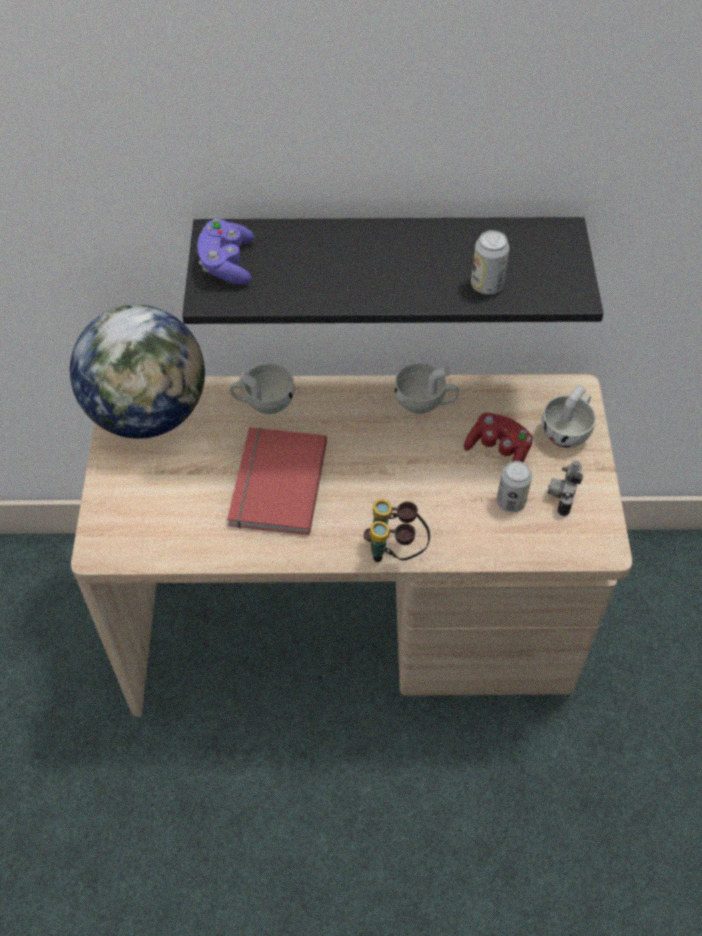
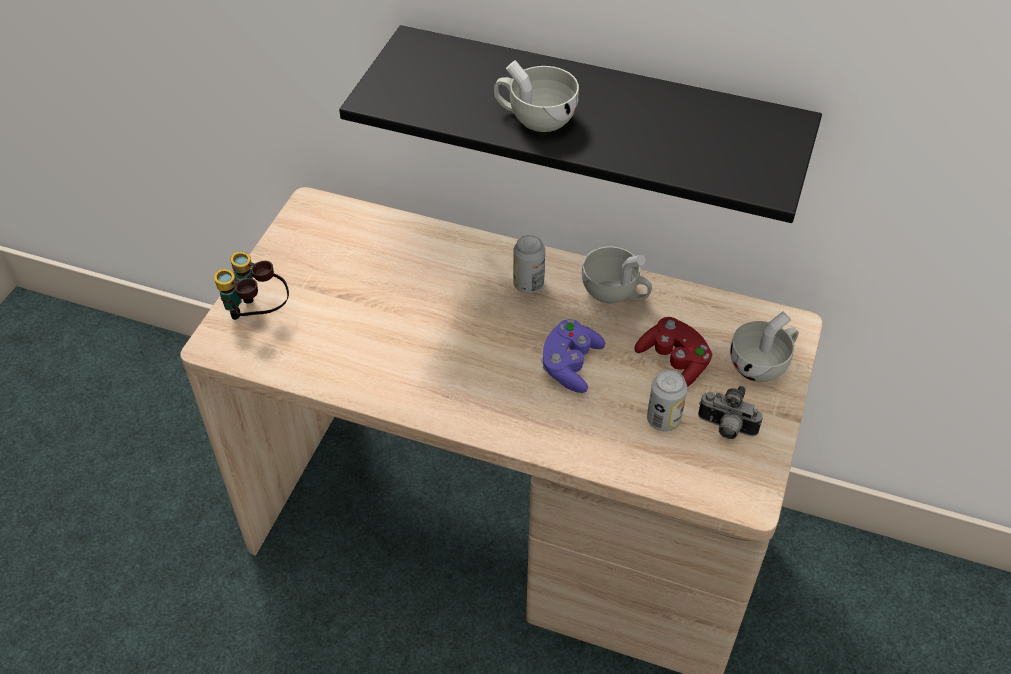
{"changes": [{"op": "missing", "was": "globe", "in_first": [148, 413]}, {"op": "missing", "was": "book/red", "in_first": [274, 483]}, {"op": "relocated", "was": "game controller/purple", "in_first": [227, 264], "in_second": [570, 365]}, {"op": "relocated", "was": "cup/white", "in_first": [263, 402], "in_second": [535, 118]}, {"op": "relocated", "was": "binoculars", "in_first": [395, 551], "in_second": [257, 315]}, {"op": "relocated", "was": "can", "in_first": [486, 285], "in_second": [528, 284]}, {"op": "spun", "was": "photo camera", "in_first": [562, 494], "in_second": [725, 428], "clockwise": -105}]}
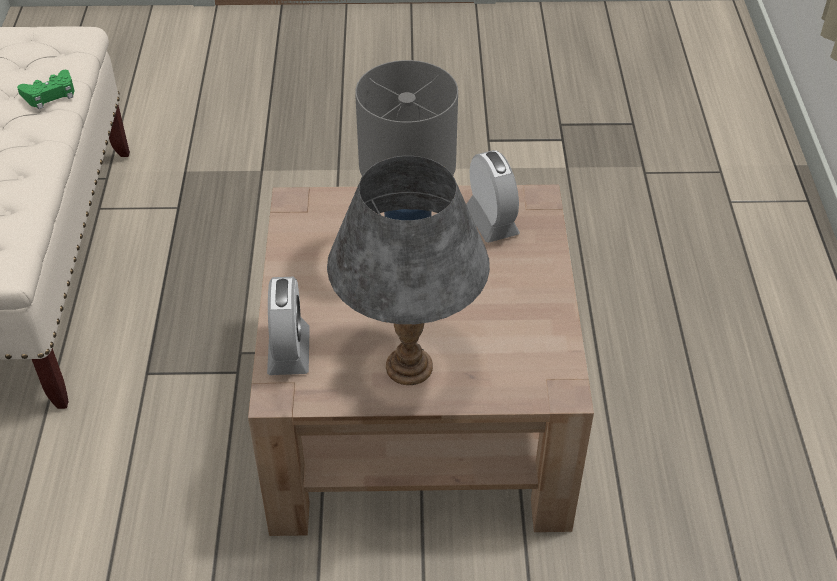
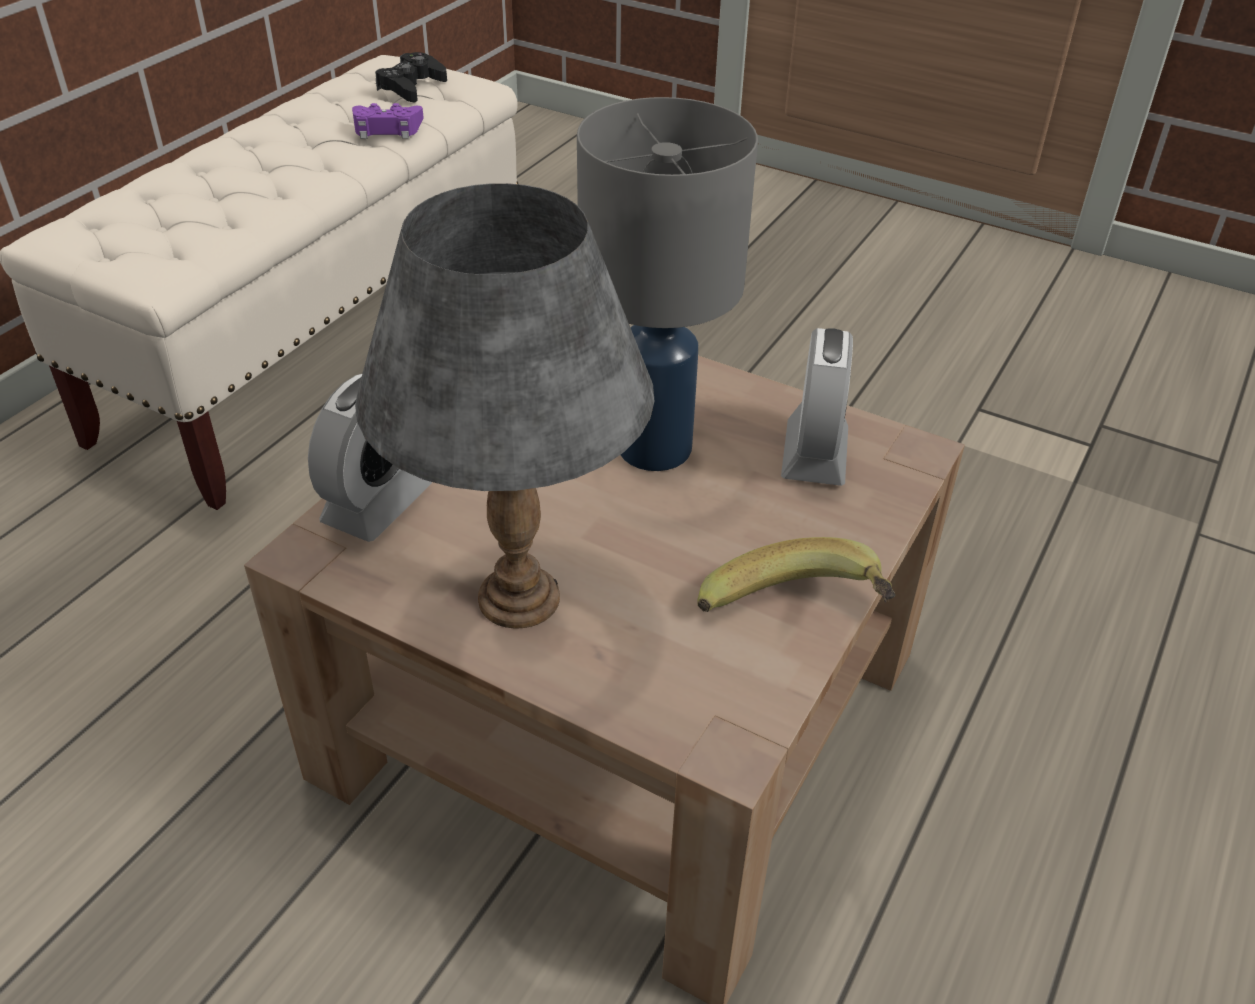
{"changes": [{"op": "appeared", "now": "game controller/black", "in_second": [411, 87]}, {"op": "appeared", "now": "banana", "in_second": [796, 620]}, {"op": "colour", "was": "game controller/green", "now": "game controller/purple", "in_first": [50, 94], "in_second": [387, 129]}]}
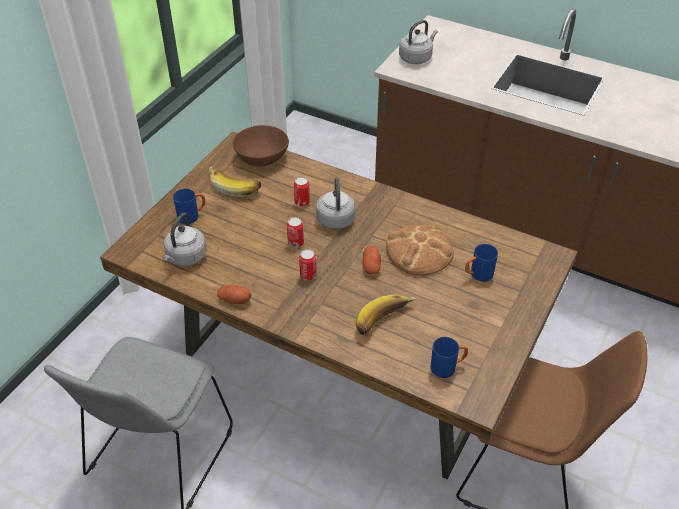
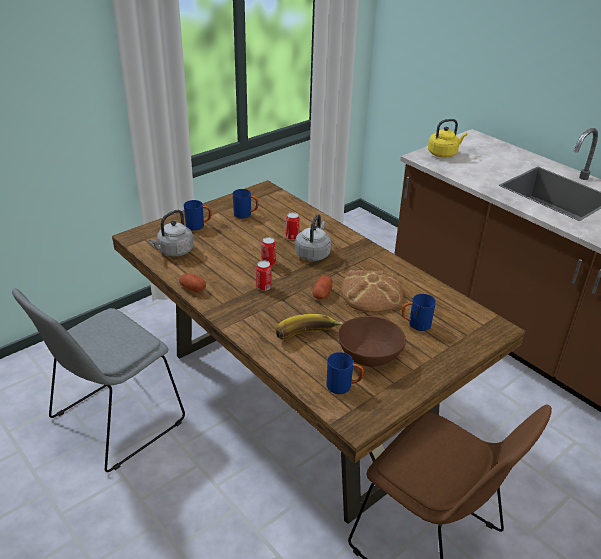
{"changes": [{"op": "relocated", "was": "bowl/brown", "in_first": [261, 157], "in_second": [369, 354]}, {"op": "exchanged", "was": "banana", "now": "mug/blue", "in_first": [236, 186], "in_second": [246, 215]}, {"op": "colour", "was": "kettle/grey", "now": "kettle/yellow", "in_first": [416, 58], "in_second": [443, 153]}]}
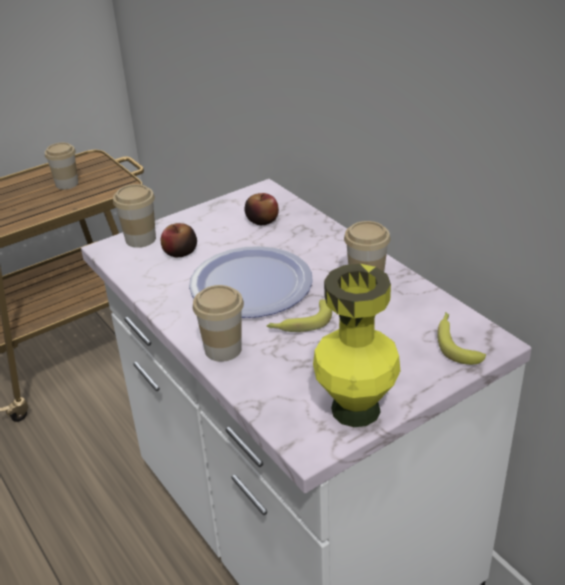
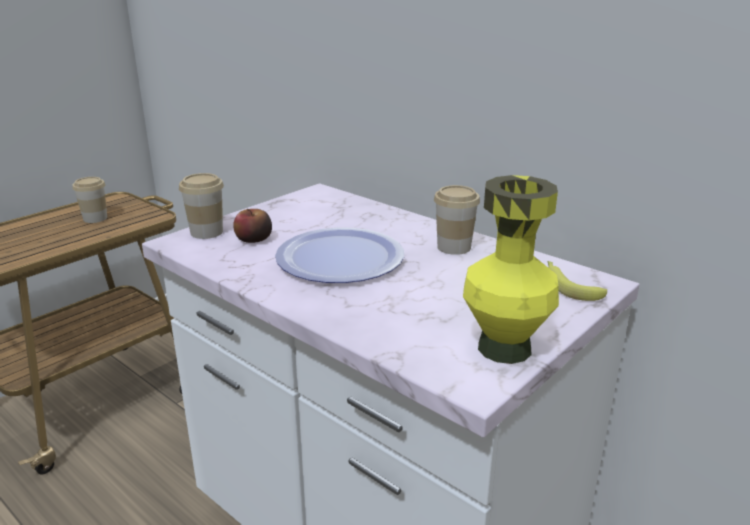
{"changes": [{"op": "missing", "was": "cup", "in_first": [223, 349]}, {"op": "missing", "was": "apple", "in_first": [262, 220]}, {"op": "missing", "was": "banana", "in_first": [300, 323]}]}
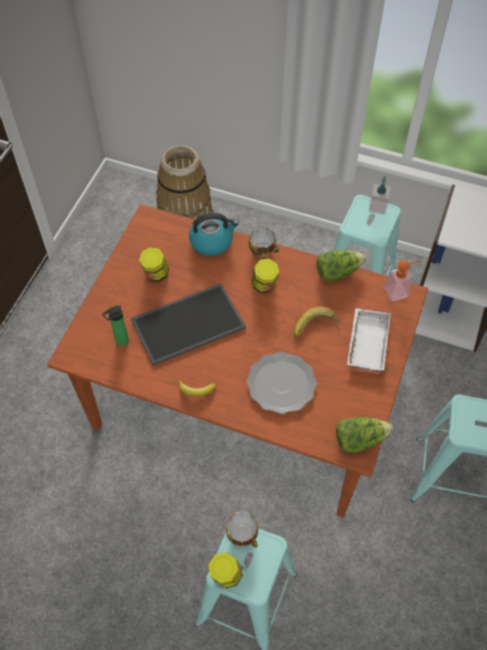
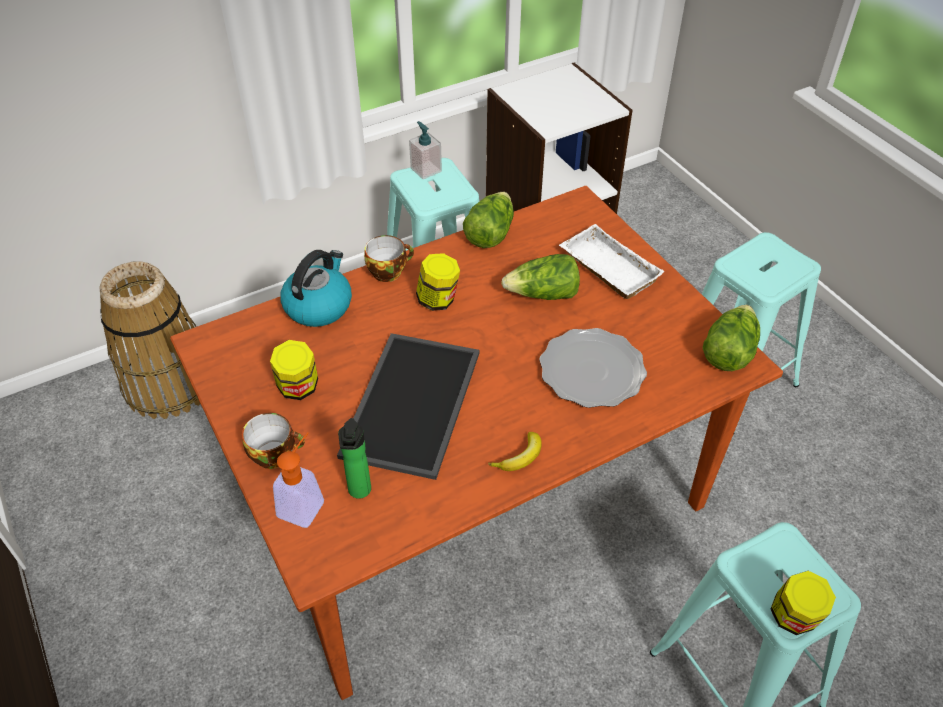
{"changes": [{"op": "relocated", "was": "cup", "in_first": [244, 535], "in_second": [275, 454]}, {"op": "relocated", "was": "soap dispenser", "in_first": [400, 291], "in_second": [305, 503]}, {"op": "exchanged", "was": "banana", "now": "lettuce", "in_first": [315, 327], "in_second": [543, 295]}]}
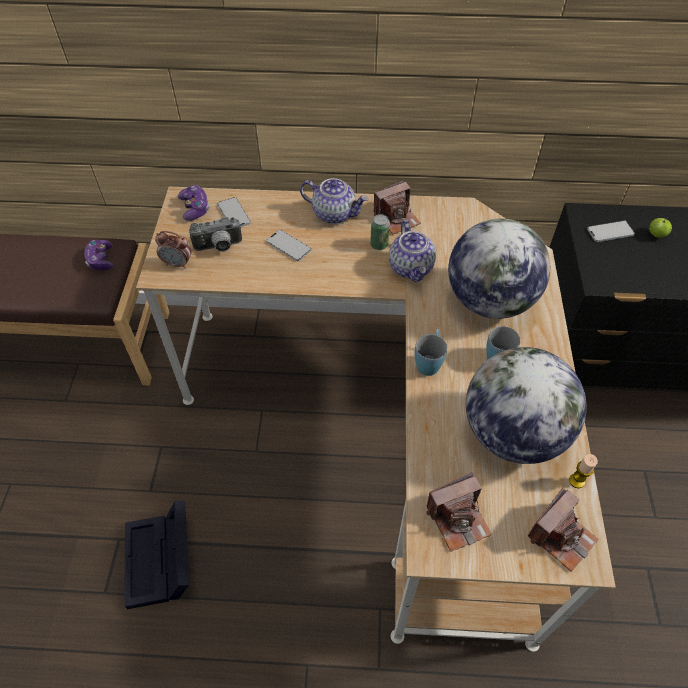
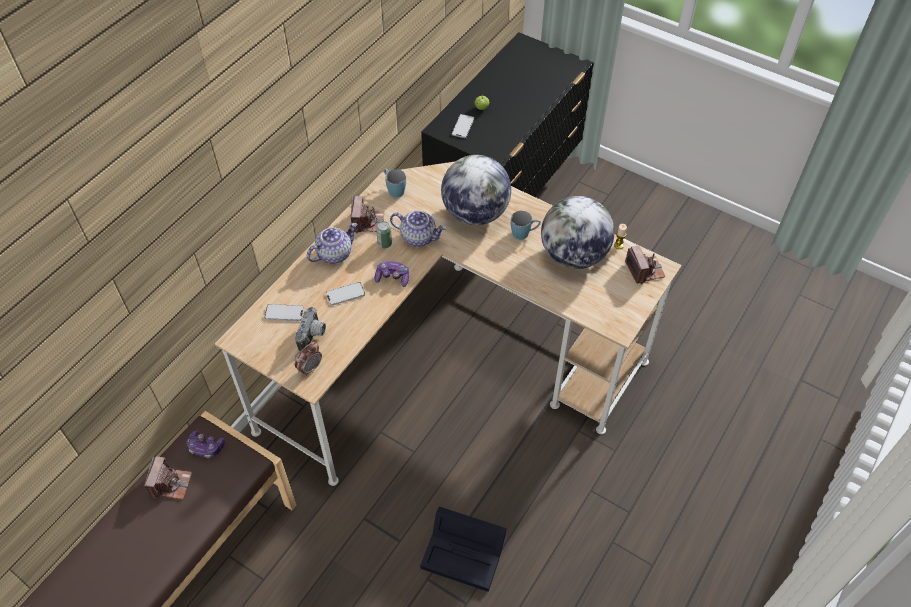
{"changes": [{"op": "relocated", "was": "game controller", "in_first": [195, 208], "in_second": [393, 278]}, {"op": "relocated", "was": "mug/blue", "in_first": [429, 361], "in_second": [394, 189]}, {"op": "relocated", "was": "photo camera", "in_first": [458, 519], "in_second": [171, 483]}]}
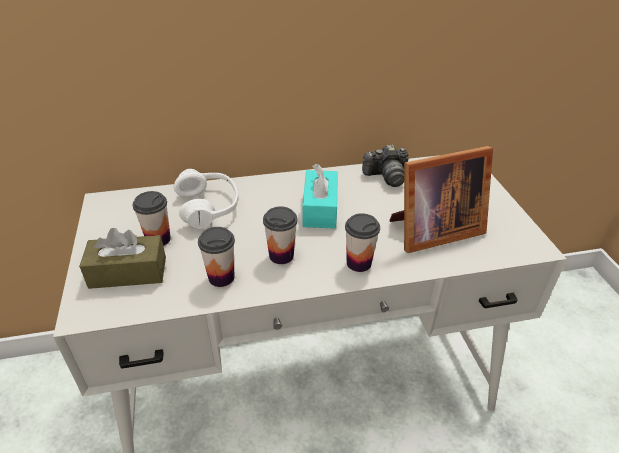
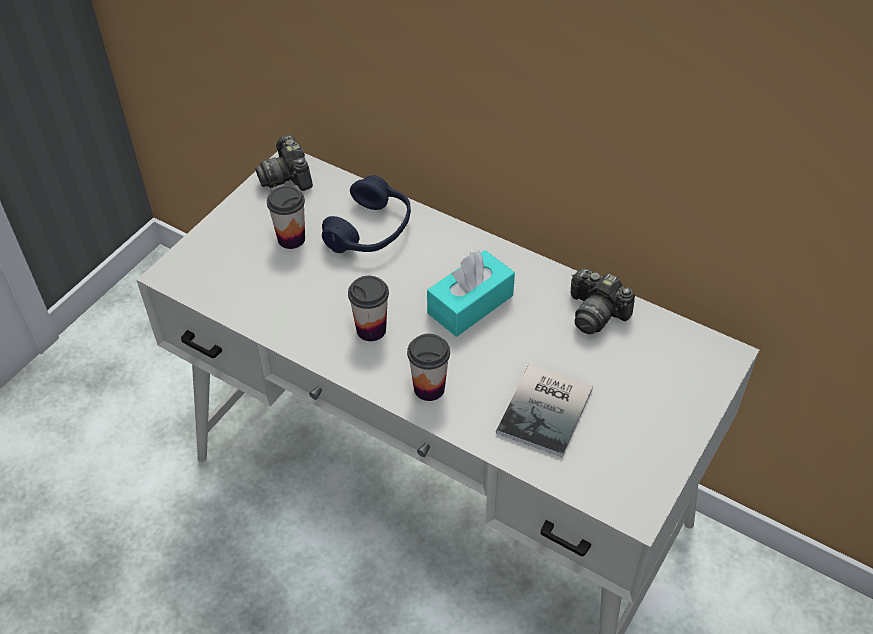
{"changes": [{"op": "missing", "was": "tissue box/brown", "in_first": [128, 272]}, {"op": "missing", "was": "cup", "in_first": [221, 277]}, {"op": "appeared", "now": "photo camera", "in_second": [287, 177]}, {"op": "exchanged", "was": "picture frame", "now": "book", "in_first": [432, 231], "in_second": [548, 410]}, {"op": "colour", "was": "headphones/white", "now": "headphones/blue", "in_first": [208, 207], "in_second": [370, 230]}]}
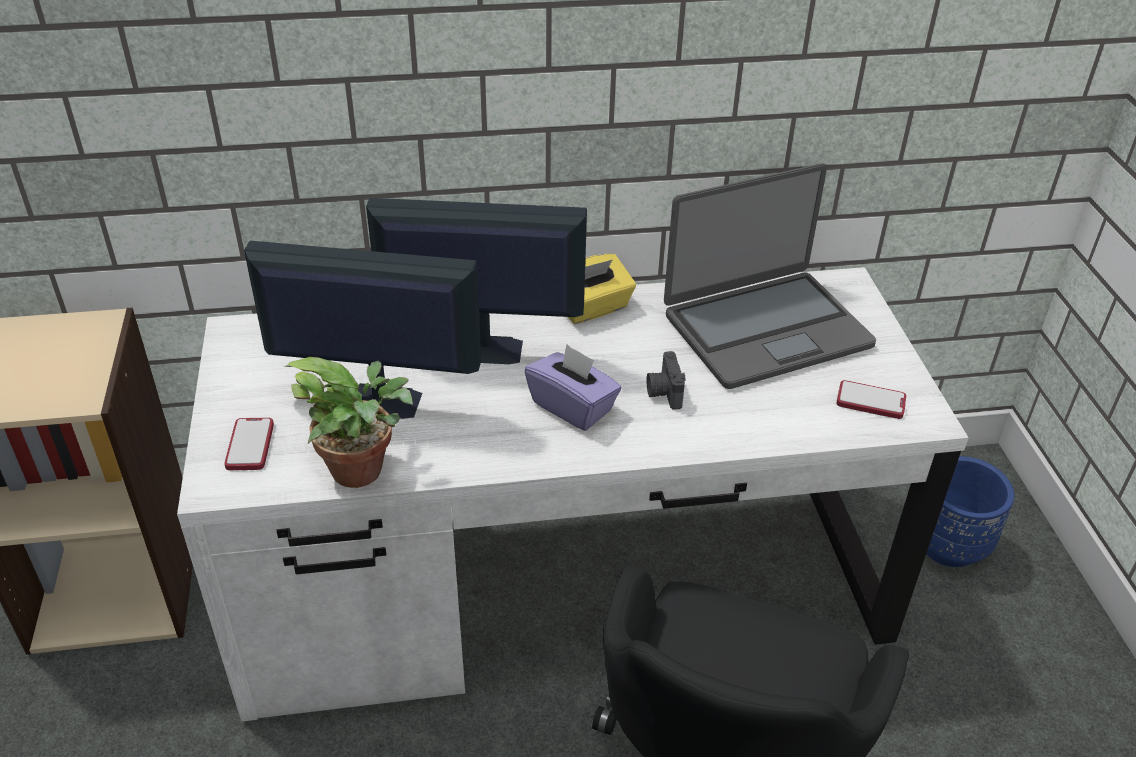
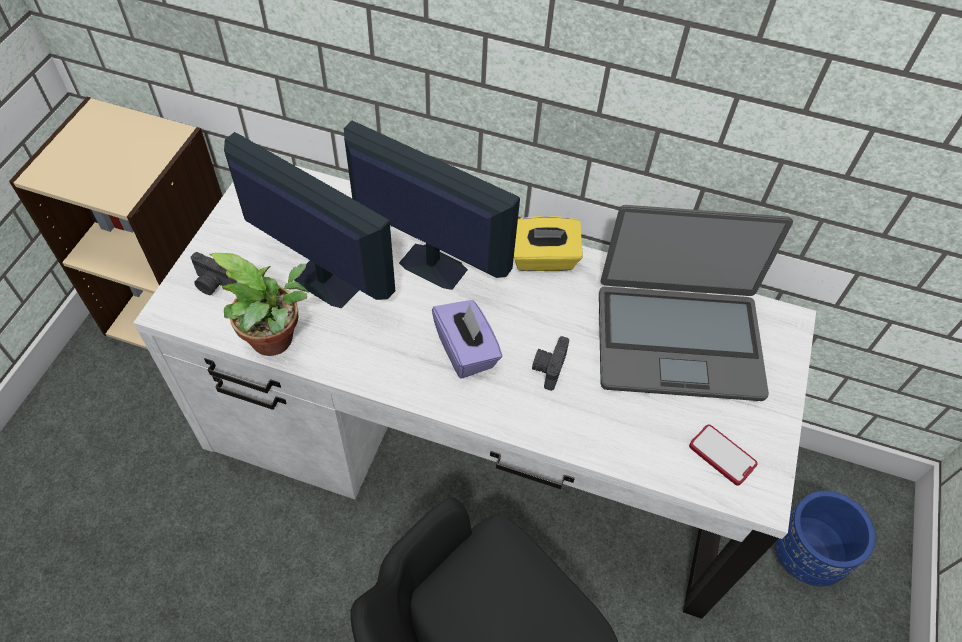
{"changes": [{"op": "exchanged", "was": "phone", "now": "photo camera", "in_first": [250, 445], "in_second": [213, 284]}]}
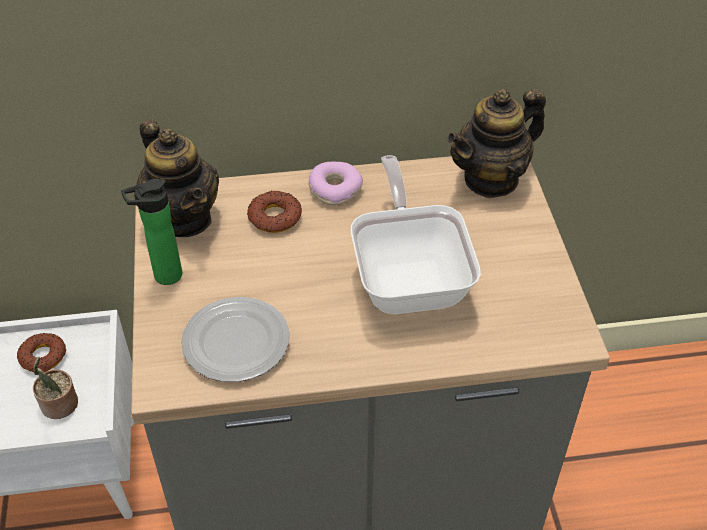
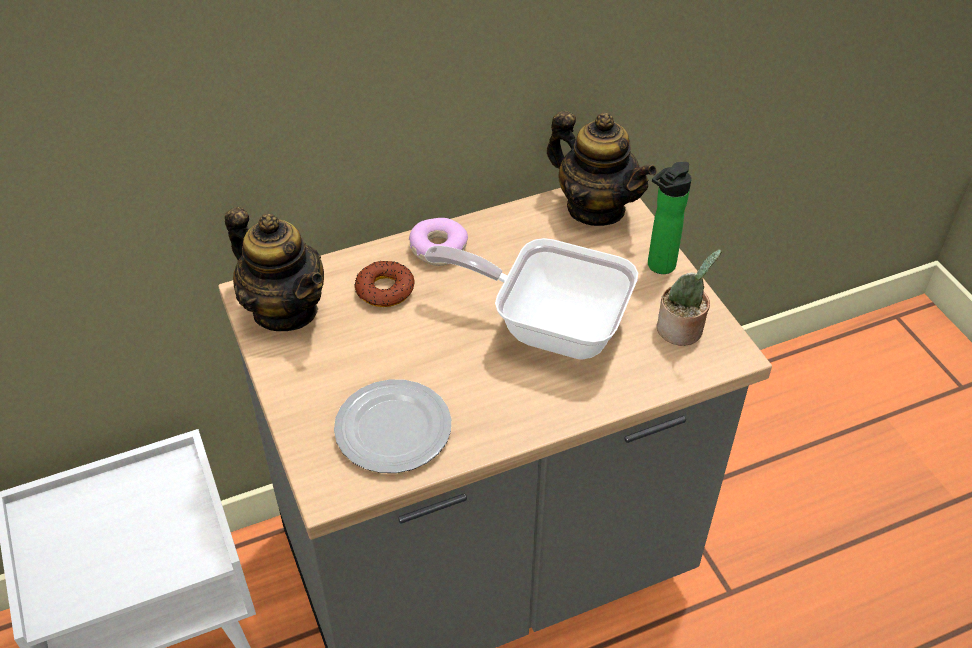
{"changes": [{"op": "missing", "was": "donut", "in_first": [43, 356]}, {"op": "relocated", "was": "potted plant", "in_first": [59, 406], "in_second": [682, 331]}, {"op": "relocated", "was": "bottle", "in_first": [163, 276], "in_second": [658, 267]}, {"op": "spun", "was": "frying pan", "in_first": [409, 277], "in_second": [549, 325], "clockwise": -45}, {"op": "spun", "was": "teapot", "in_first": [491, 179], "in_second": [595, 208], "clockwise": -90}]}
